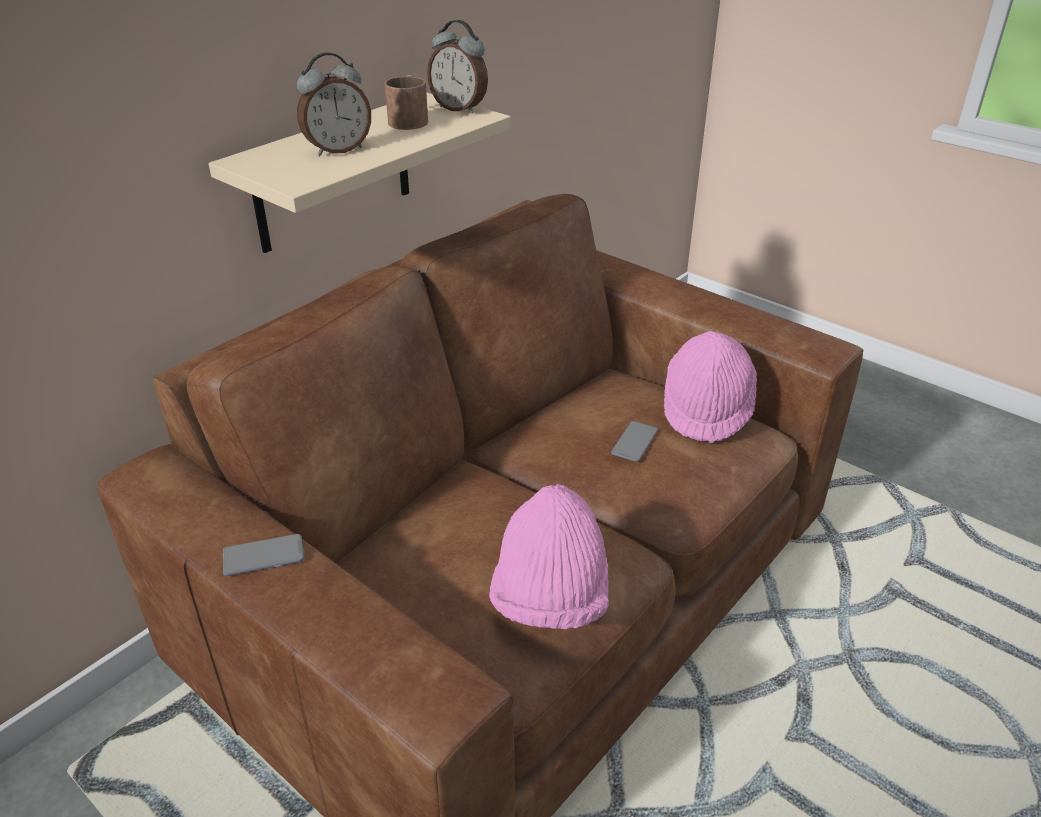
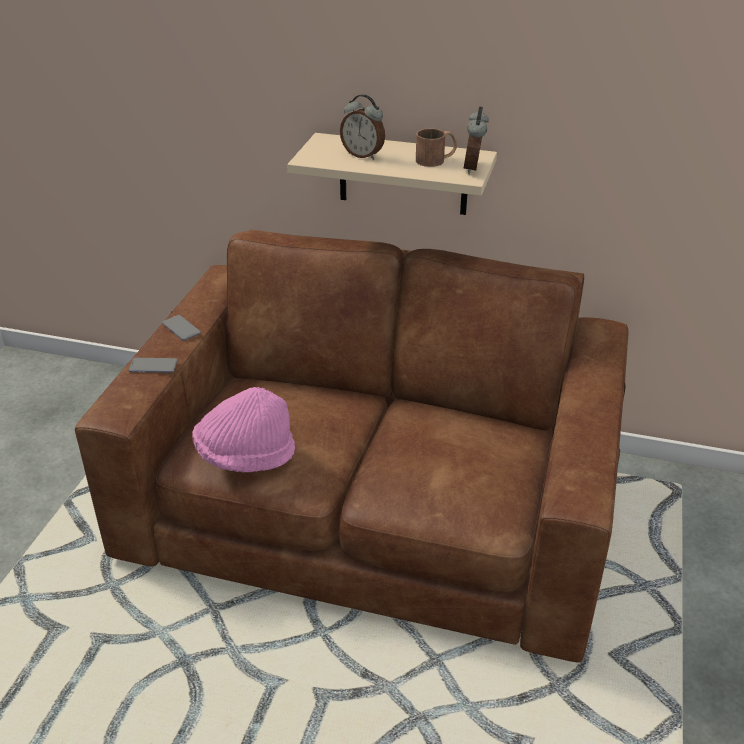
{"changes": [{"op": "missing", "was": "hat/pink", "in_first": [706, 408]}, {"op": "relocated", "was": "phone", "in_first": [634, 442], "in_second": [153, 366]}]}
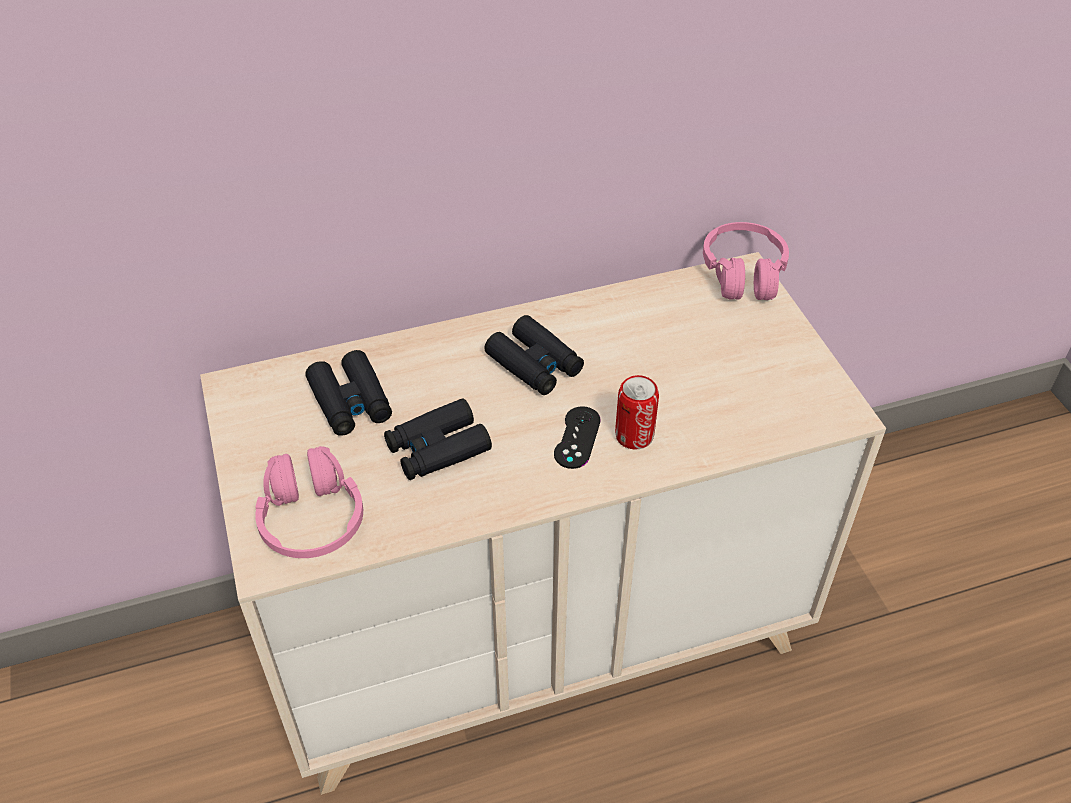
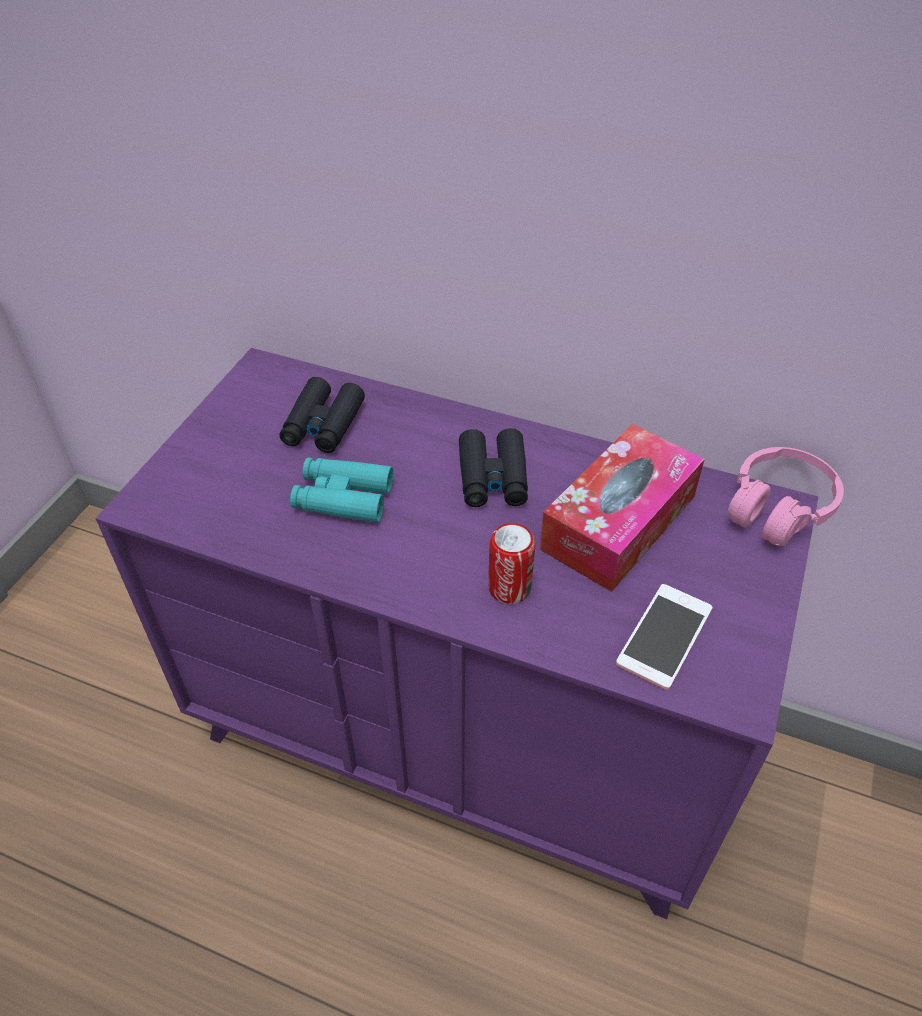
{"changes": [{"op": "missing", "was": "headphones/pink", "in_first": [312, 518]}, {"op": "missing", "was": "game controller/black", "in_first": [577, 437]}, {"op": "appeared", "now": "tissue box", "in_second": [619, 522]}, {"op": "appeared", "now": "phone", "in_second": [664, 636]}, {"op": "colour", "was": "dresser/beige", "now": "dresser/purple", "in_first": [537, 632], "in_second": [463, 737]}, {"op": "colour", "was": "binoculars/black", "now": "binoculars/turquoise", "in_first": [437, 448], "in_second": [343, 497]}]}
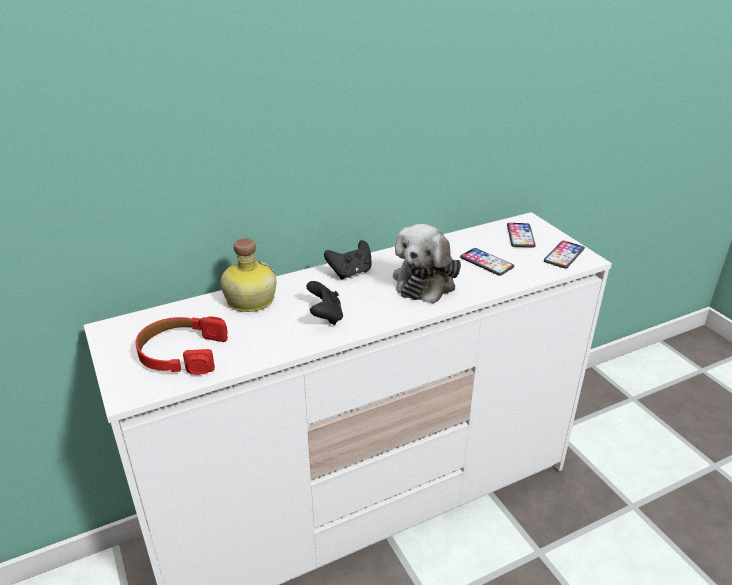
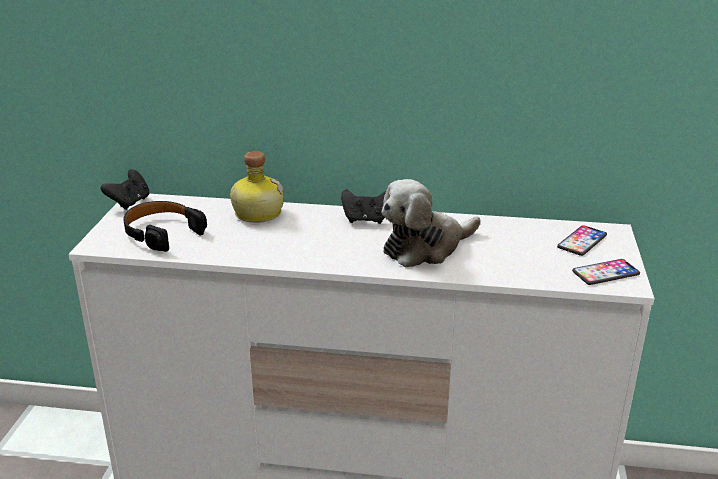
{"changes": [{"op": "missing", "was": "phone", "in_first": [486, 262]}, {"op": "relocated", "was": "game controller/black", "in_first": [325, 316], "in_second": [130, 203]}, {"op": "colour", "was": "headphones/red", "now": "headphones/black", "in_first": [181, 353], "in_second": [162, 232]}]}
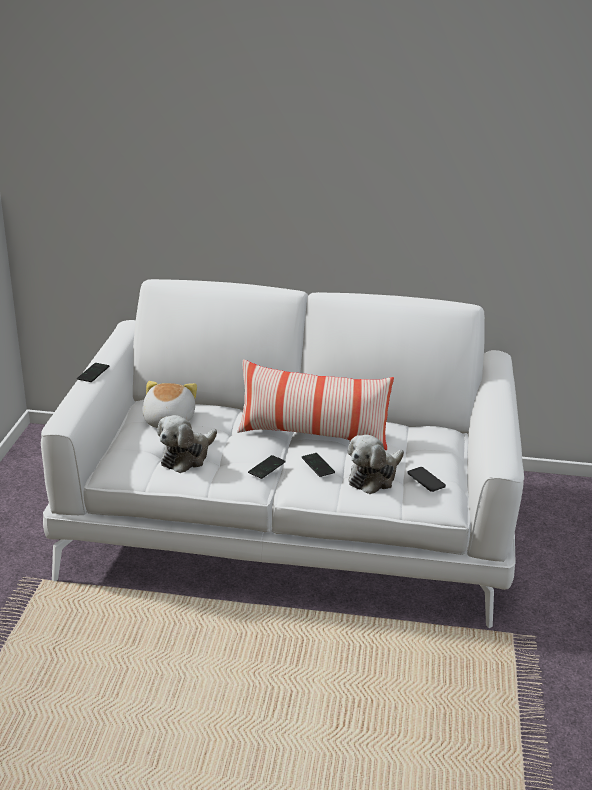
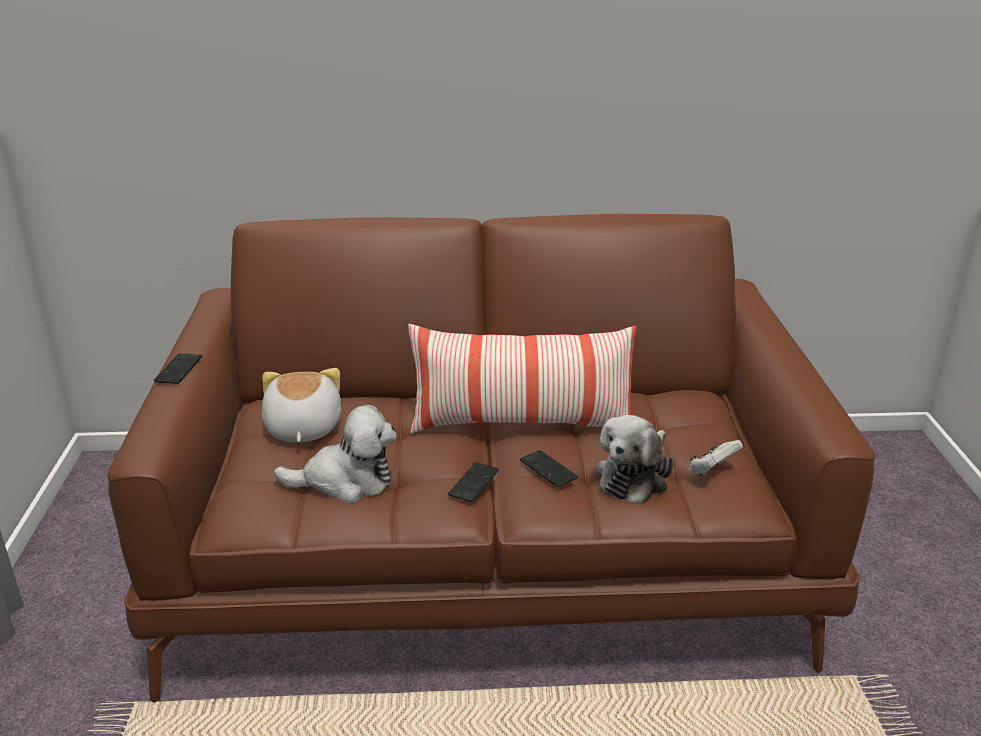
{"changes": [{"op": "exchanged", "was": "phone", "now": "game controller/white", "in_first": [426, 479], "in_second": [712, 470]}, {"op": "colour", "was": "sofa/white", "now": "sofa/brown", "in_first": [292, 522], "in_second": [490, 548]}, {"op": "spun", "was": "plush toy", "in_first": [187, 456], "in_second": [346, 481], "clockwise": -120}]}
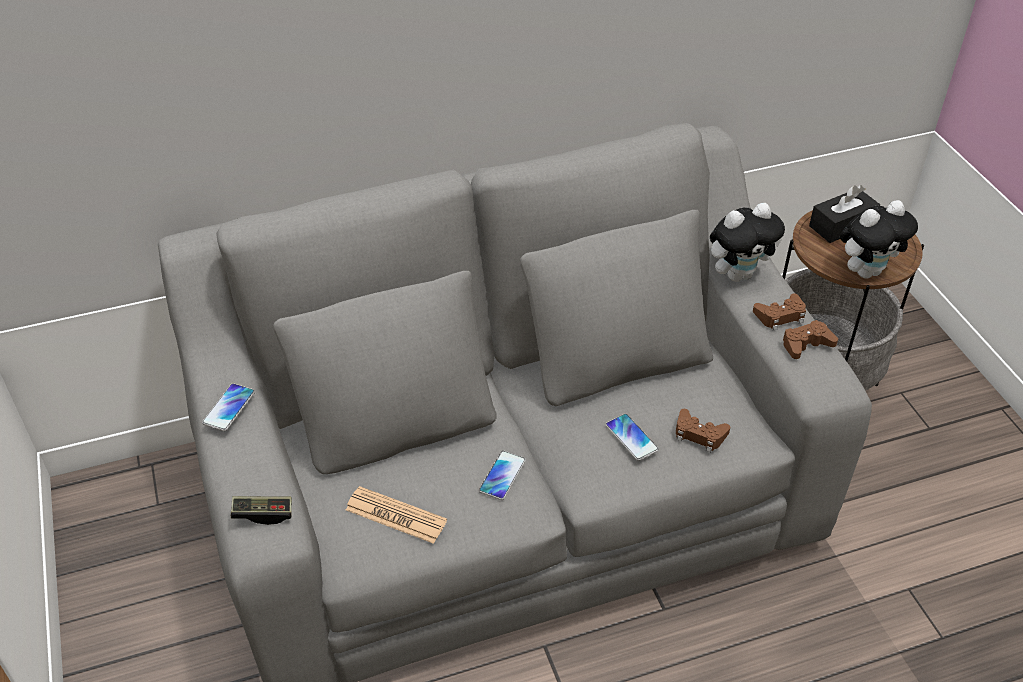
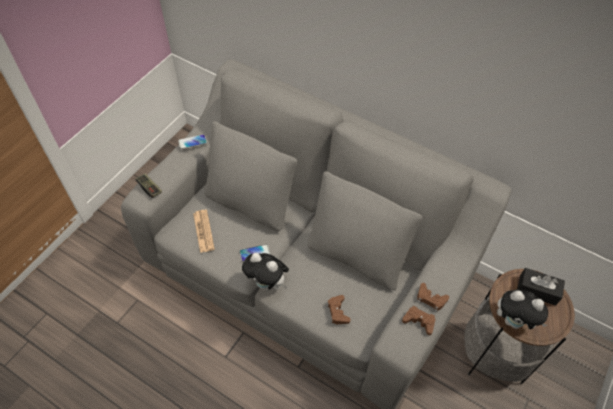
{"changes": [{"op": "missing", "was": "phone", "in_first": [631, 438]}, {"op": "relocated", "was": "plush toy", "in_first": [738, 274], "in_second": [267, 284]}]}
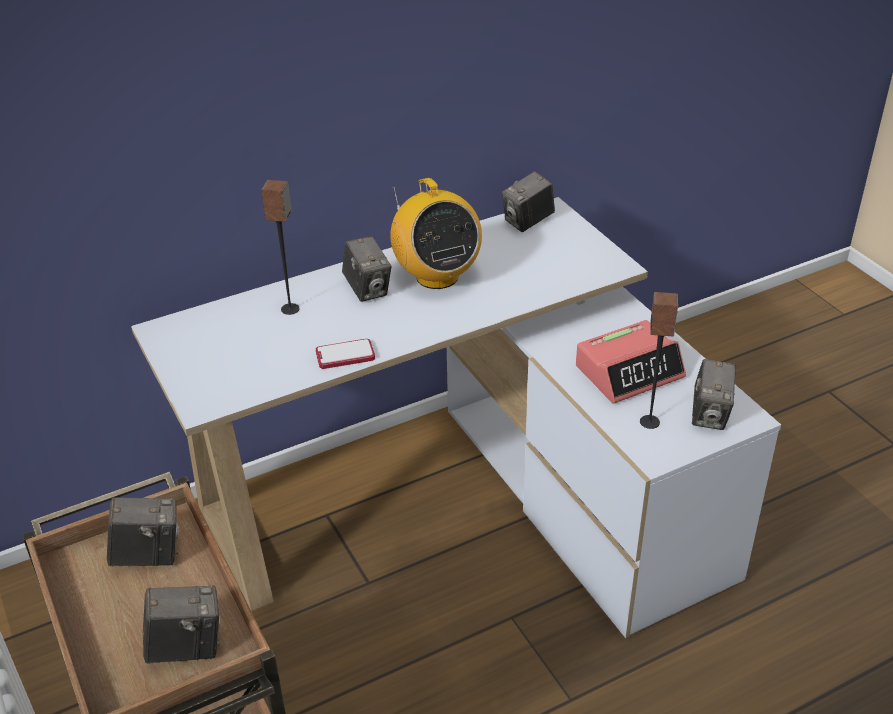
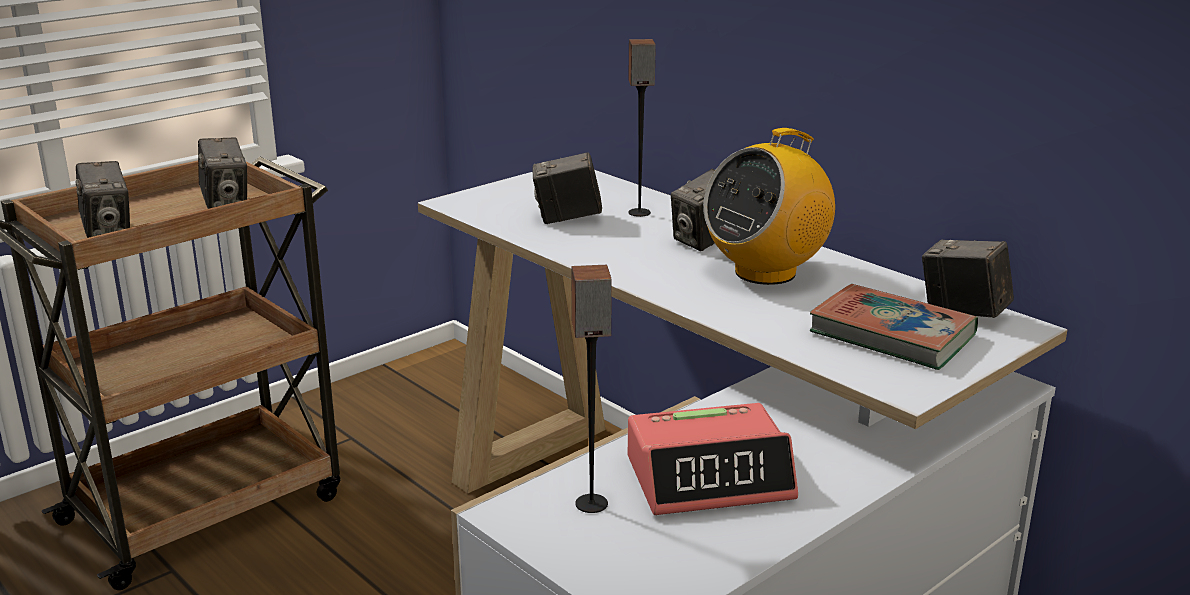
{"changes": [{"op": "missing", "was": "phone", "in_first": [345, 355]}, {"op": "appeared", "now": "book", "in_second": [892, 335]}, {"op": "relocated", "was": "photo camera", "in_first": [710, 415], "in_second": [567, 218]}, {"op": "spun", "was": "alarm clock", "in_first": [629, 371], "in_second": [710, 478], "clockwise": -60}]}
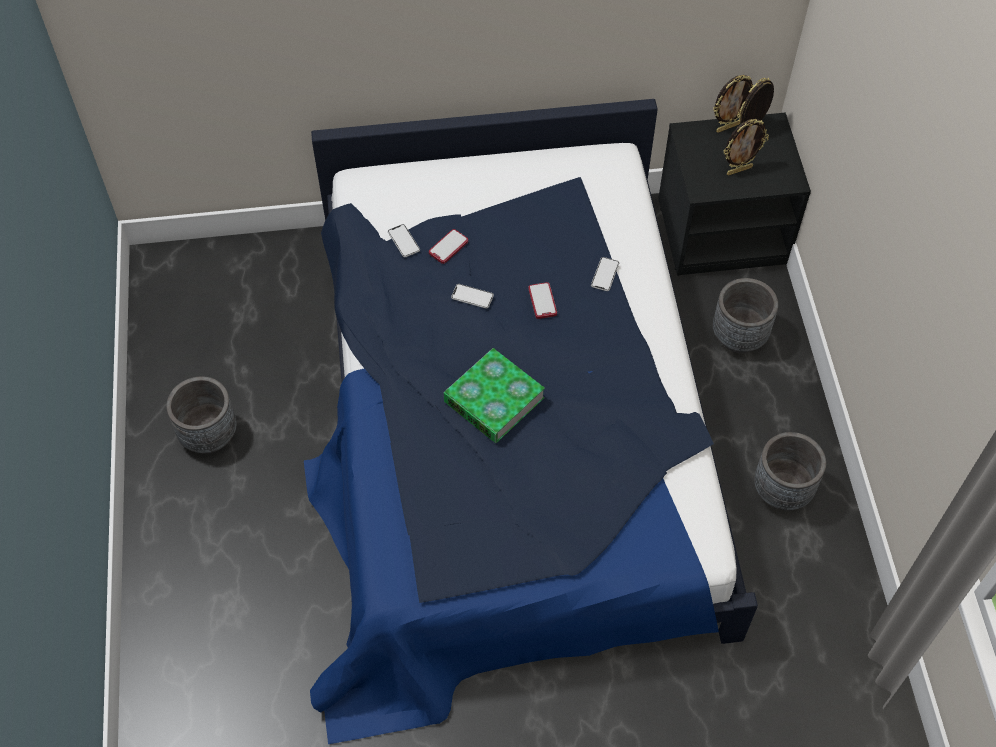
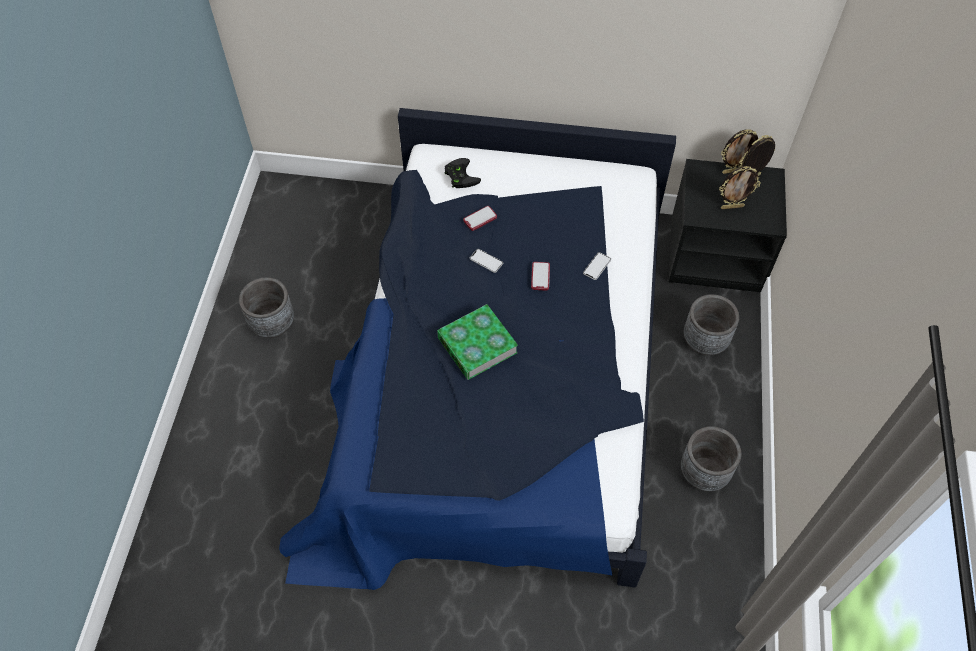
{"changes": [{"op": "missing", "was": "phone", "in_first": [403, 241]}, {"op": "appeared", "now": "game controller/black", "in_second": [459, 175]}]}
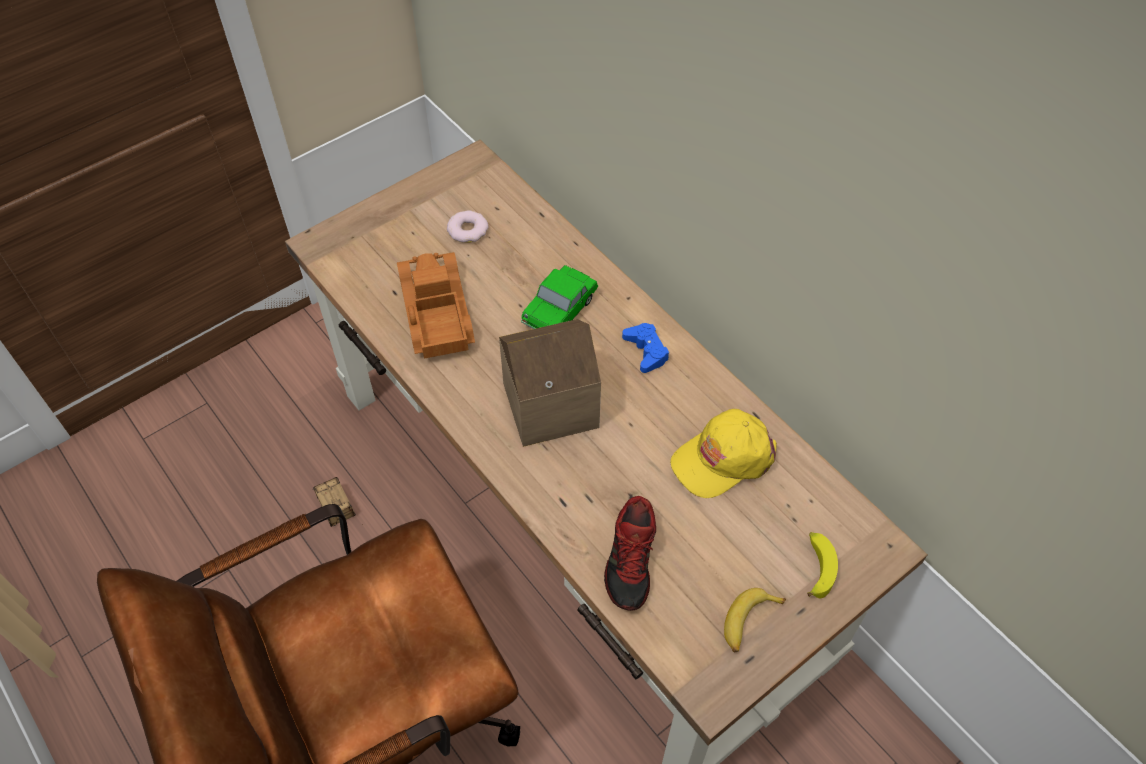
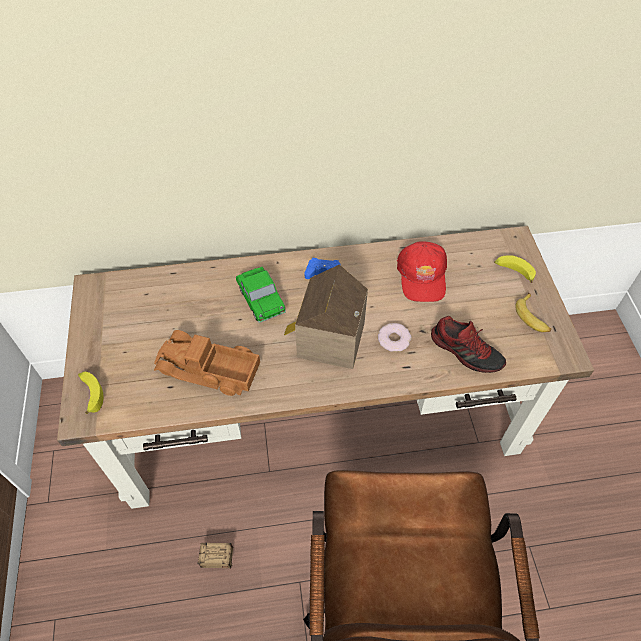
{"changes": [{"op": "appeared", "now": "banana", "in_second": [90, 393]}, {"op": "relocated", "was": "donut", "in_first": [468, 230], "in_second": [394, 339]}, {"op": "colour", "was": "cap/yellow", "now": "cap/red", "in_first": [722, 458], "in_second": [422, 276]}]}
